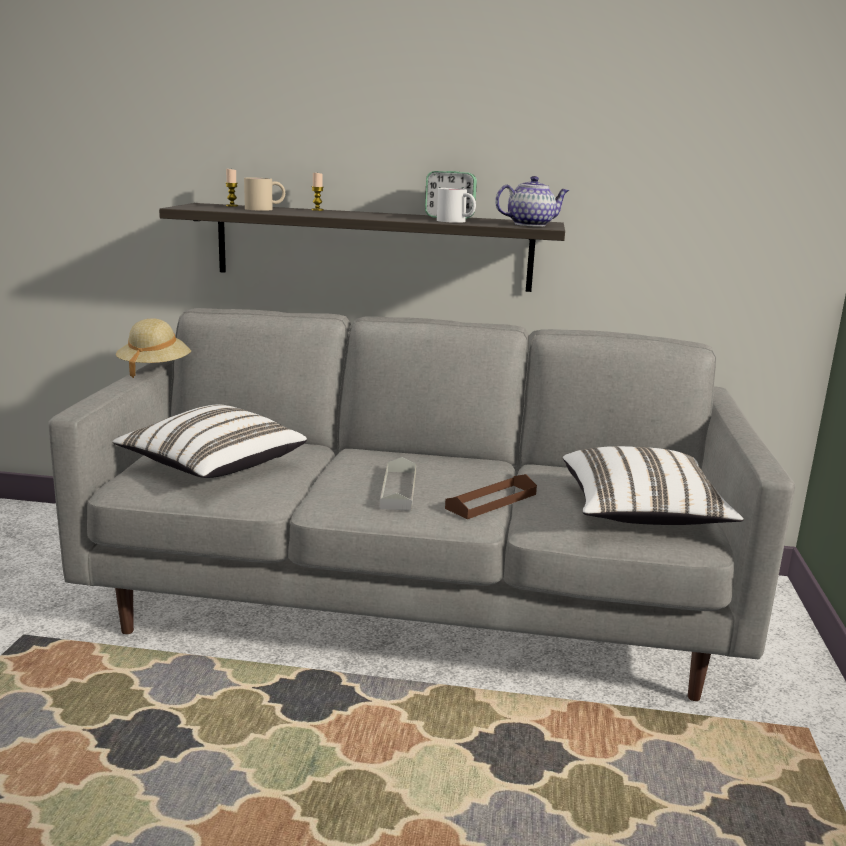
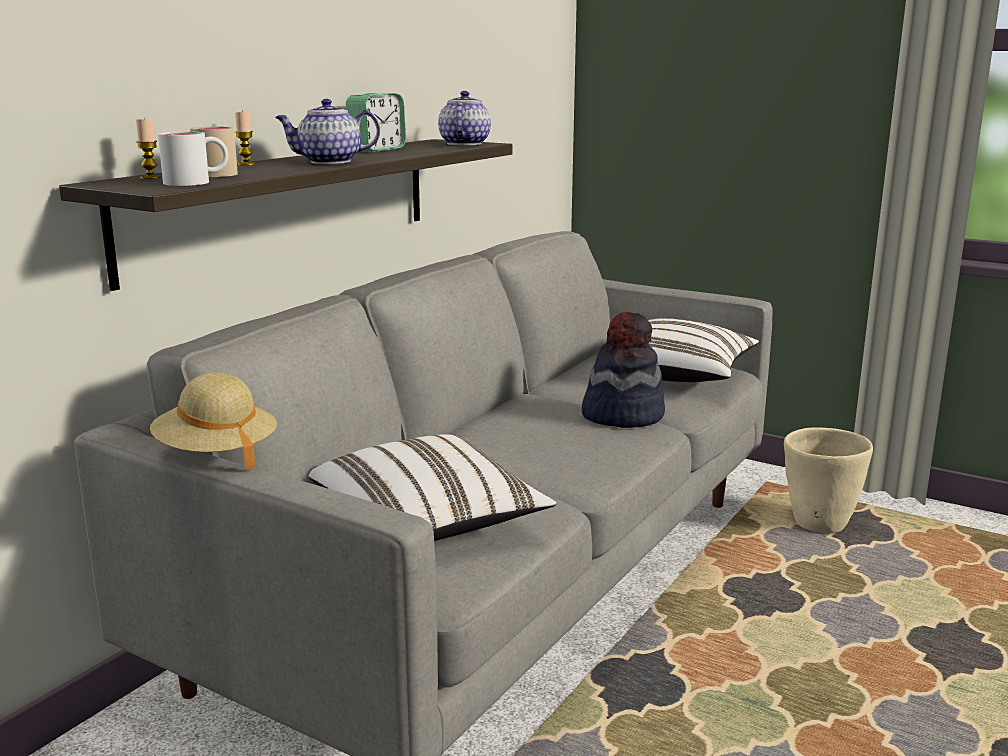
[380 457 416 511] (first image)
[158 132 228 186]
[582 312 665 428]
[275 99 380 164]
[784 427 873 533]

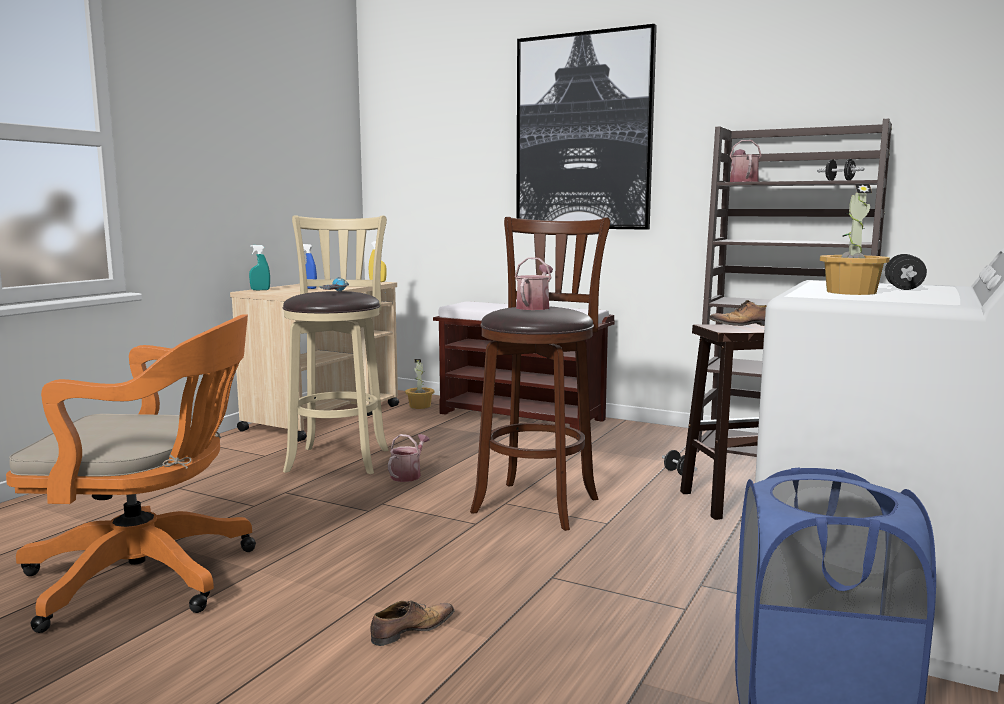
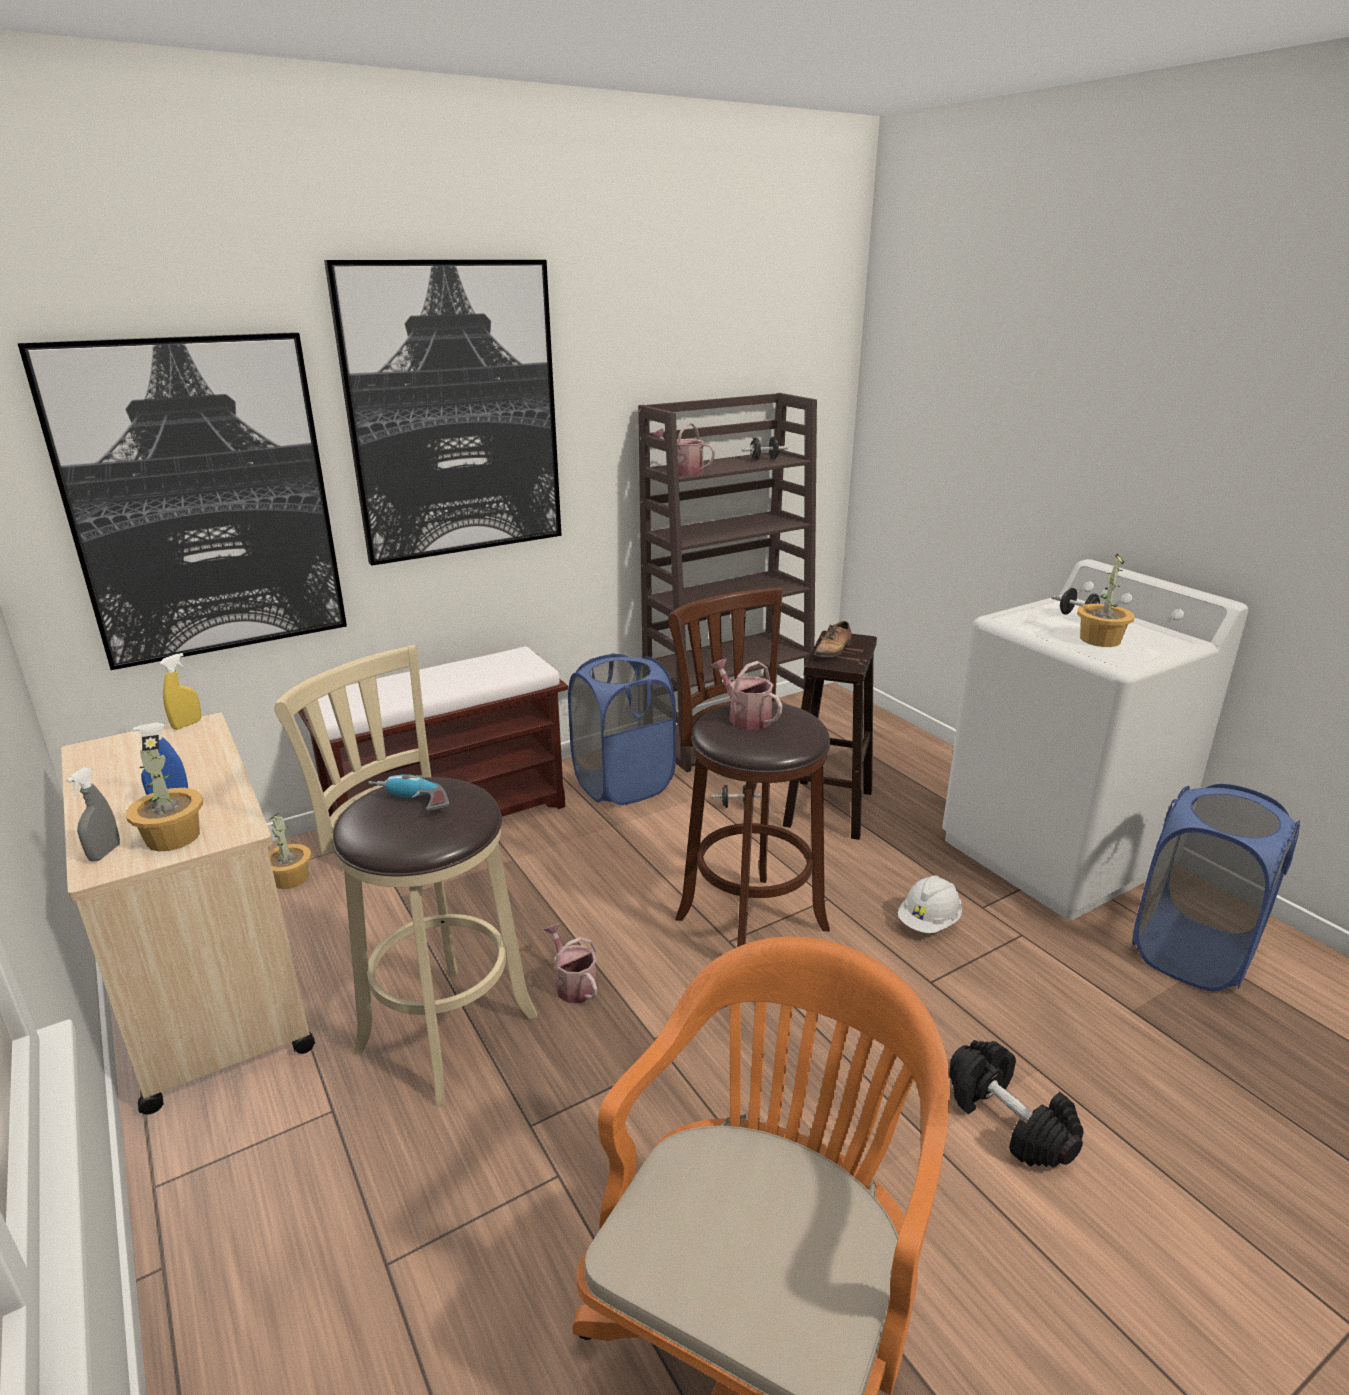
[66 768 120 862]
[949 1040 1084 1168]
[18 332 347 670]
[126 735 203 851]
[568 653 676 805]
[898 876 962 933]

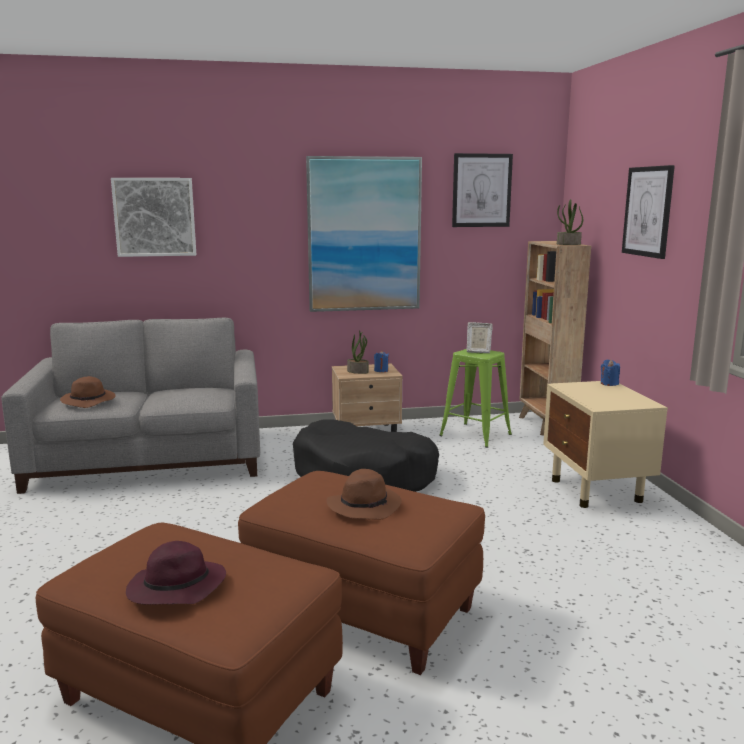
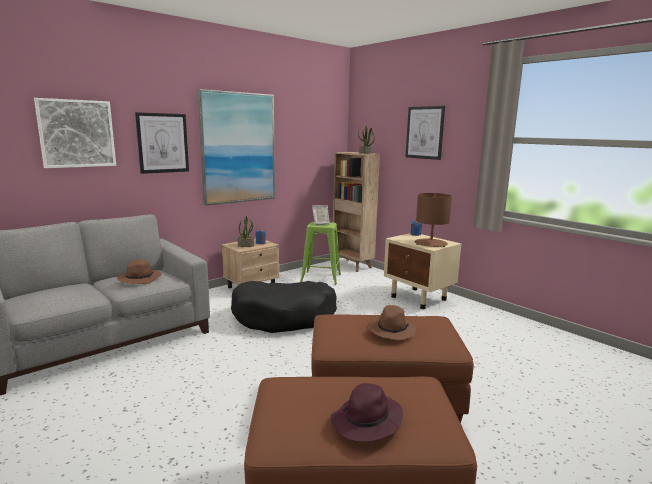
[117 259 161 284]
[135 112 189 174]
[415 193 452 247]

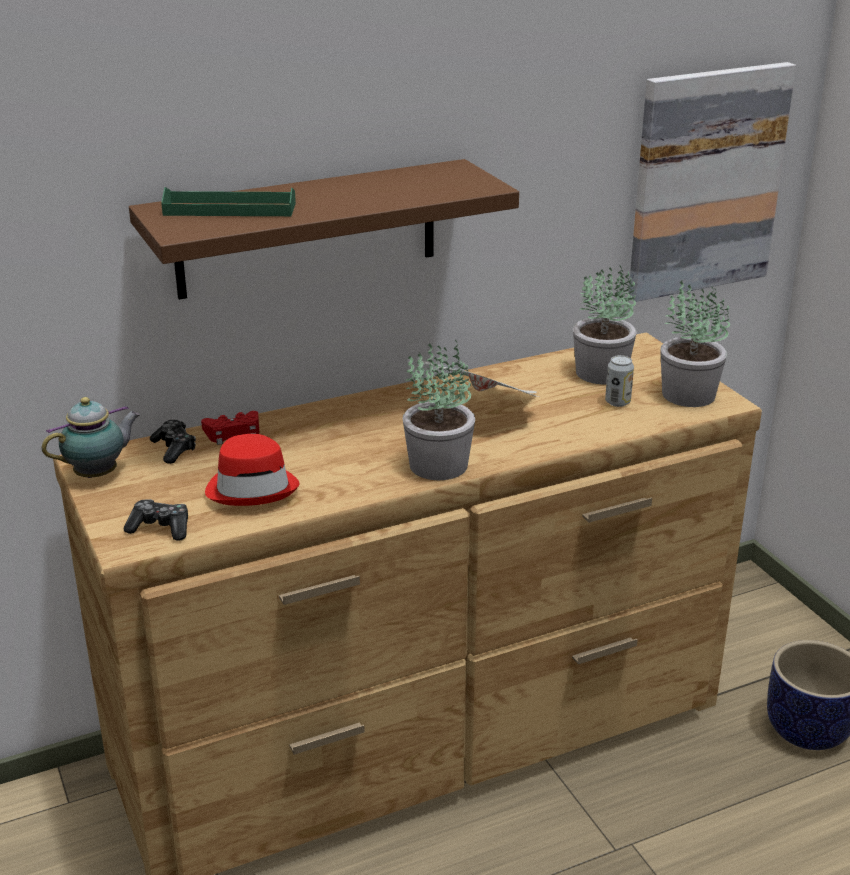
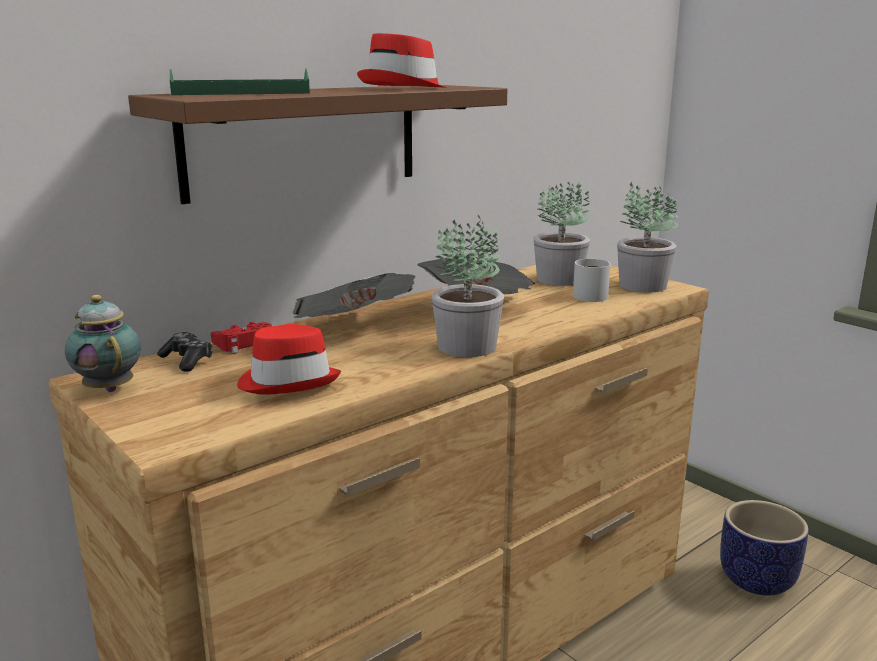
[65 295 141 392]
[124 499 188 541] (first image)
[573 259 611 302]
[629 62 796 302] (first image)
[293 273 416 318]
[357 33 449 88]

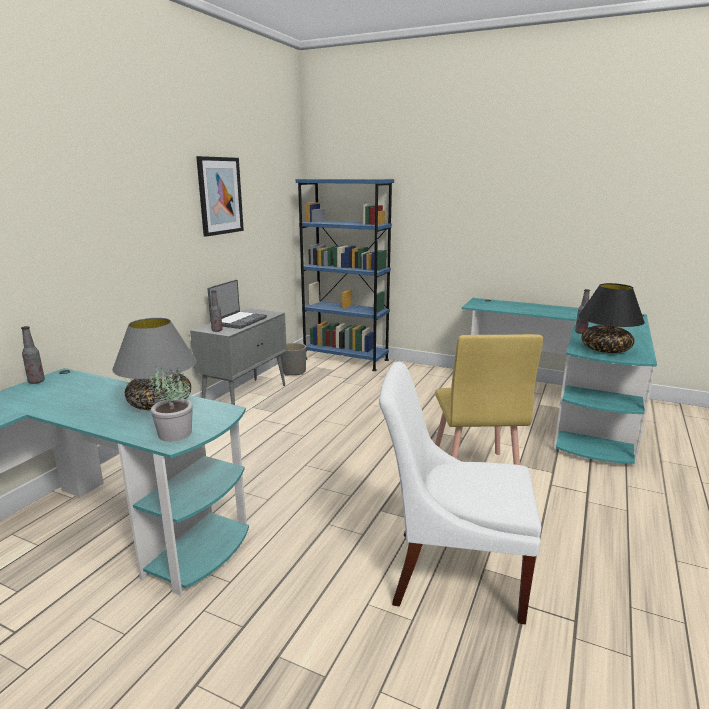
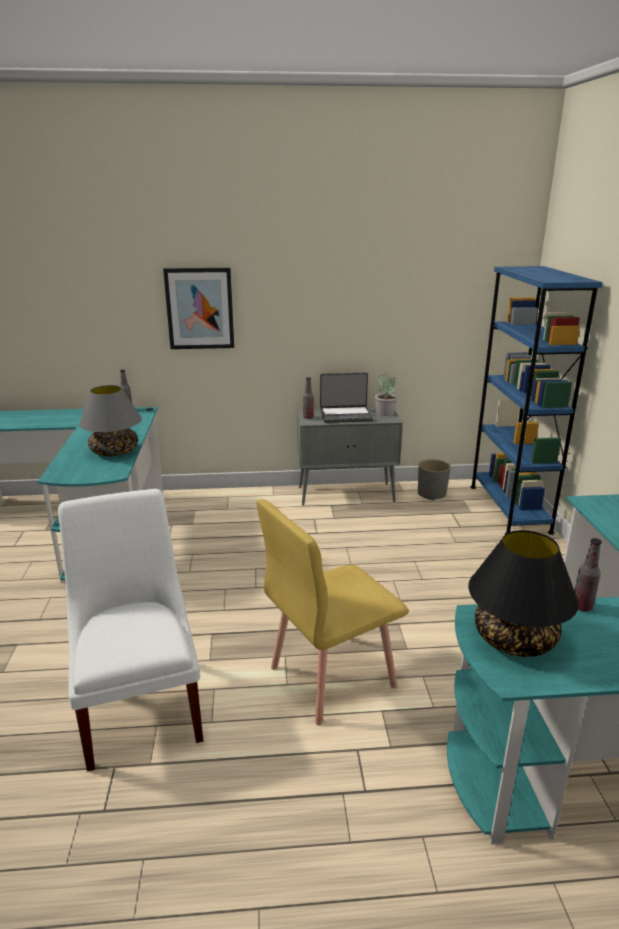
[375 372 397 416]
[163 268 234 349]

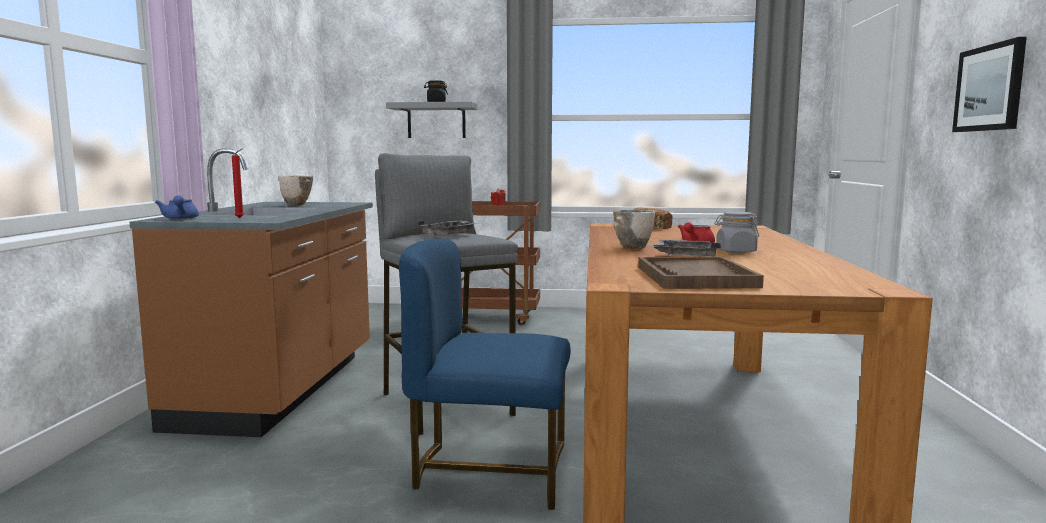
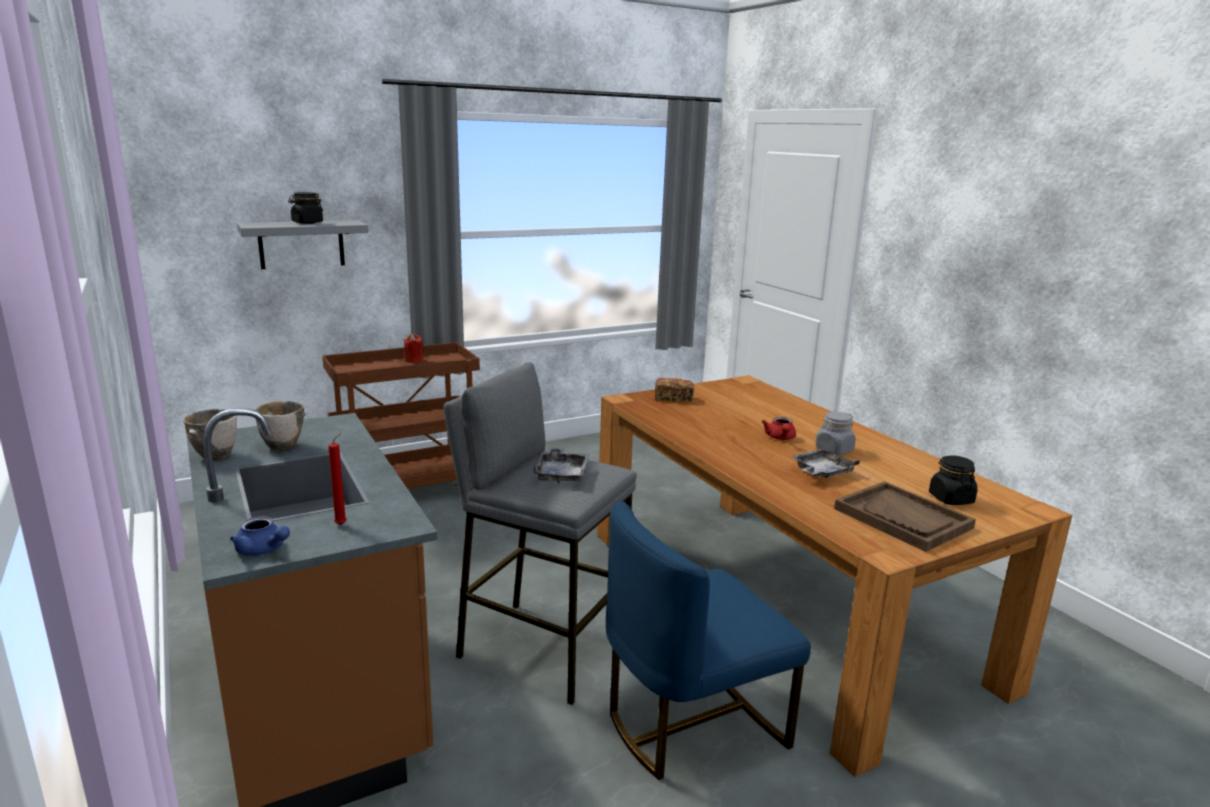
[183 409 237 460]
[952 37 1027 132] (first image)
[929 455 978 505]

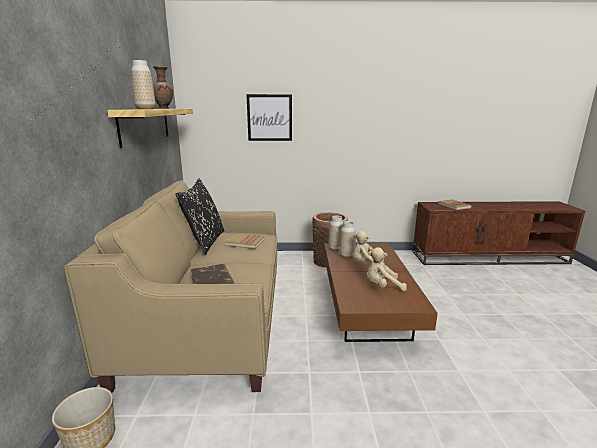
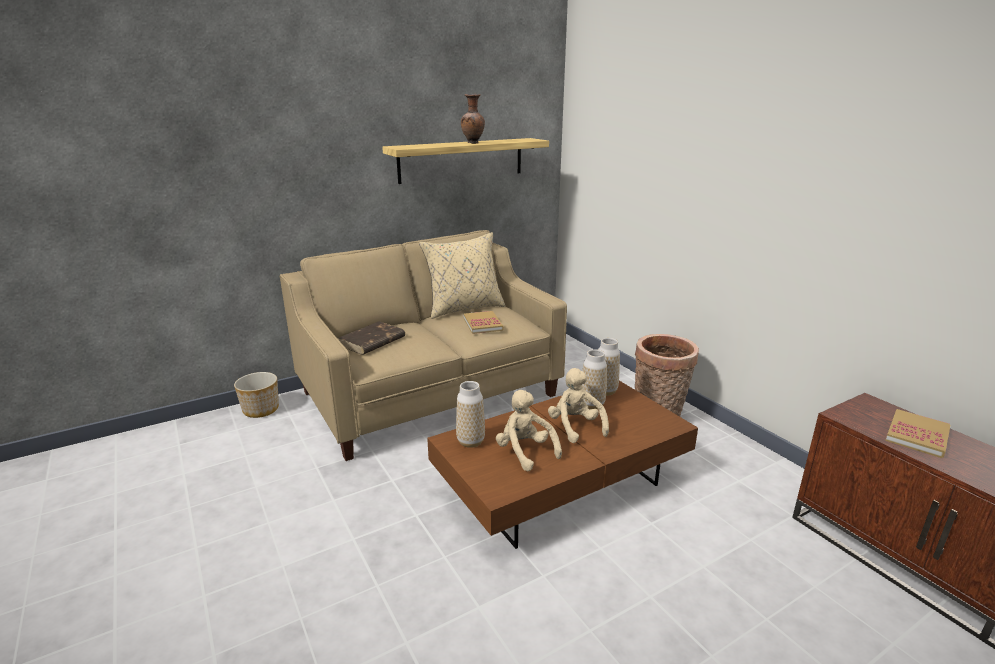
[456 381 485 448]
[419 232 505 319]
[246 94 292 141] (first image)

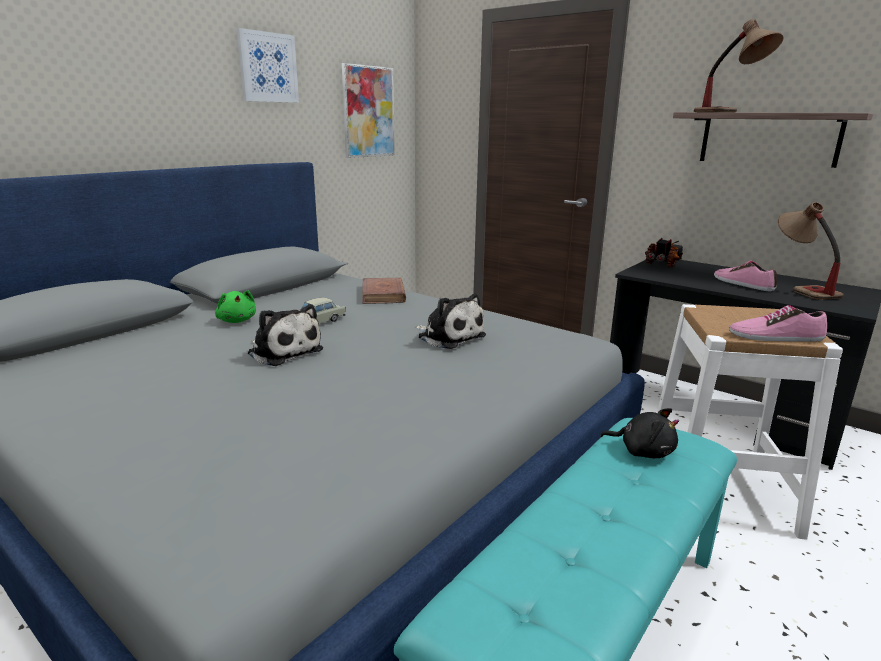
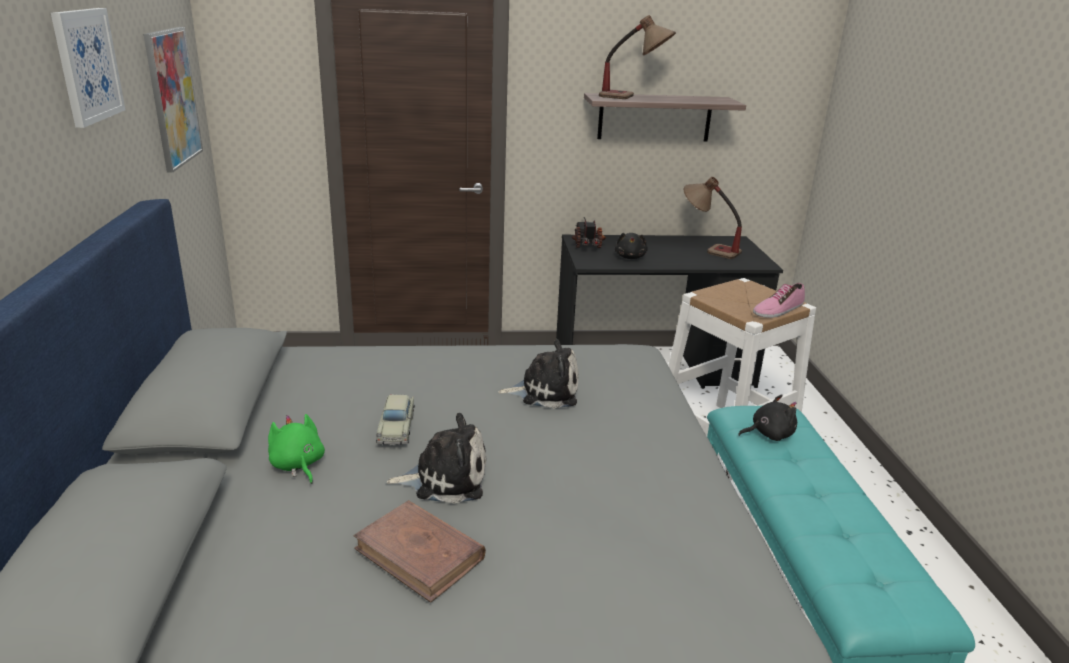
[268 414 325 484]
[353 500 486 603]
[714 261 777 291] (first image)
[615 233 648 259]

